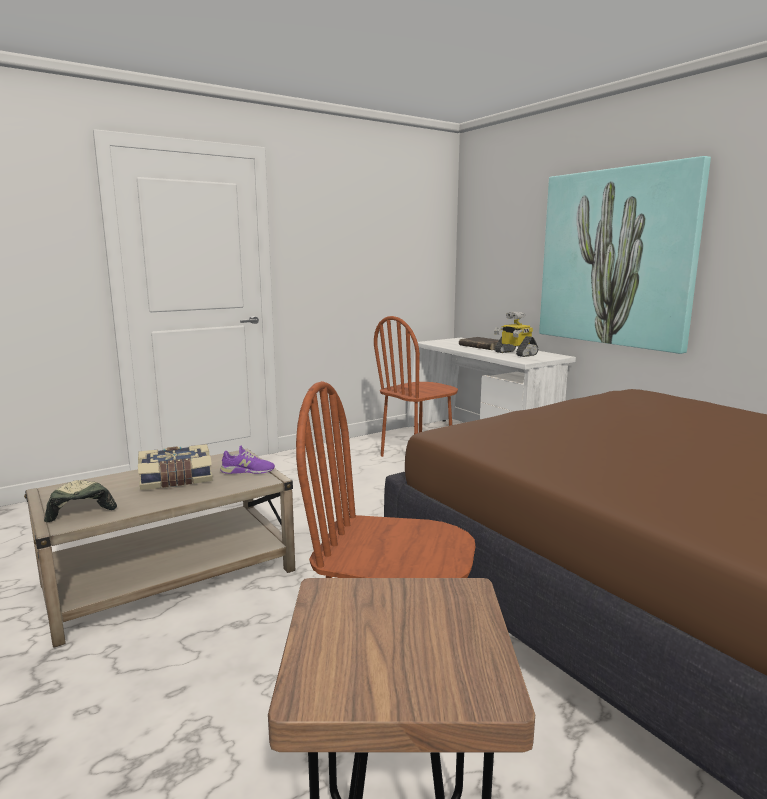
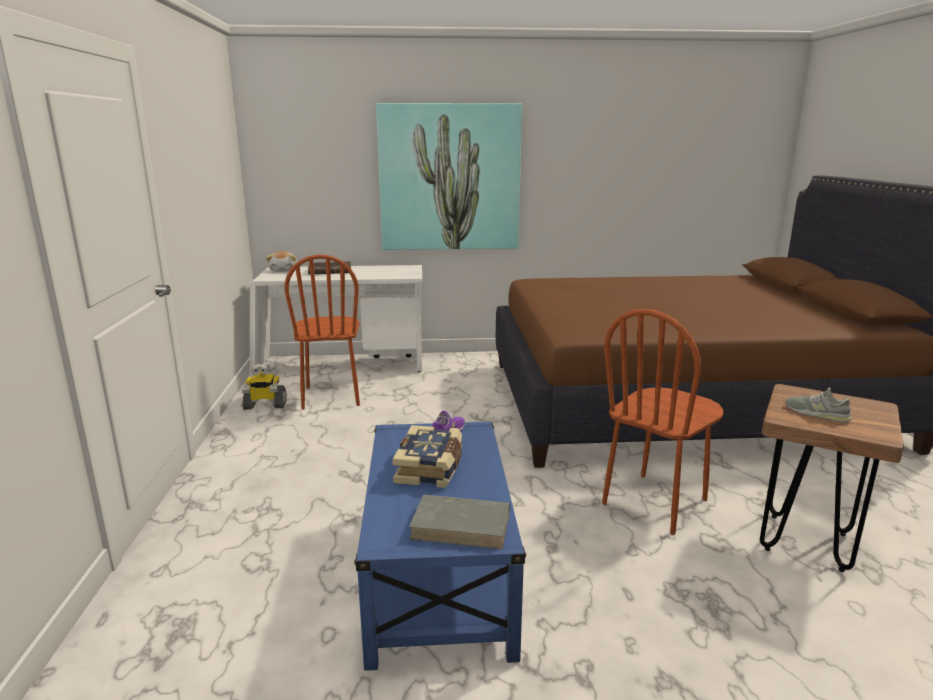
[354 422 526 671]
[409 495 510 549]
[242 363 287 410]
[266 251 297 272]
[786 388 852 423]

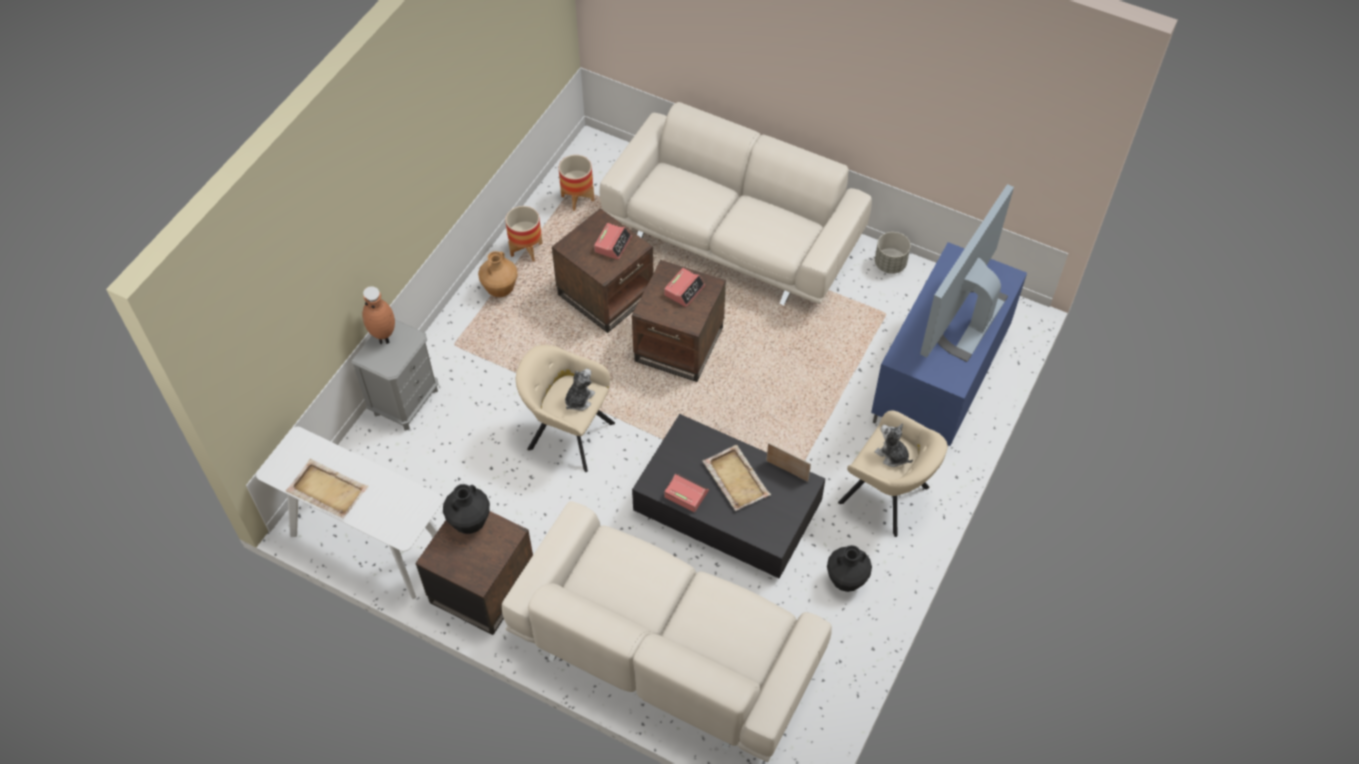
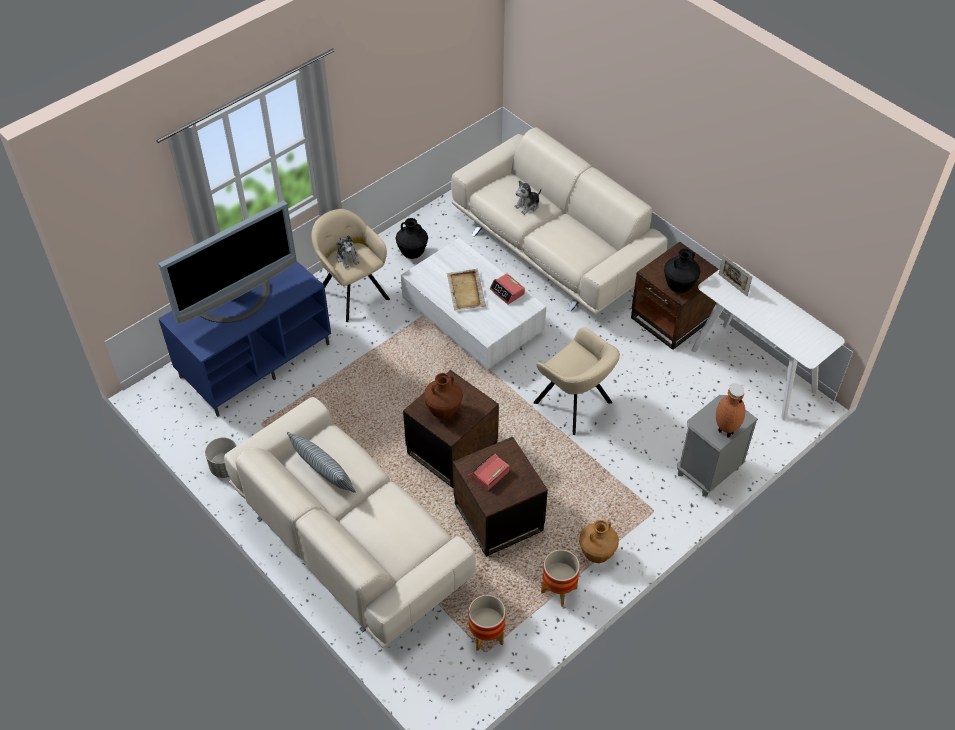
[286 459 368 519] (first image)
[514 180 541 215]
[401 238 546 370]
[424 373 463 419]
[719 255 752 296]
[287 432 356 493]

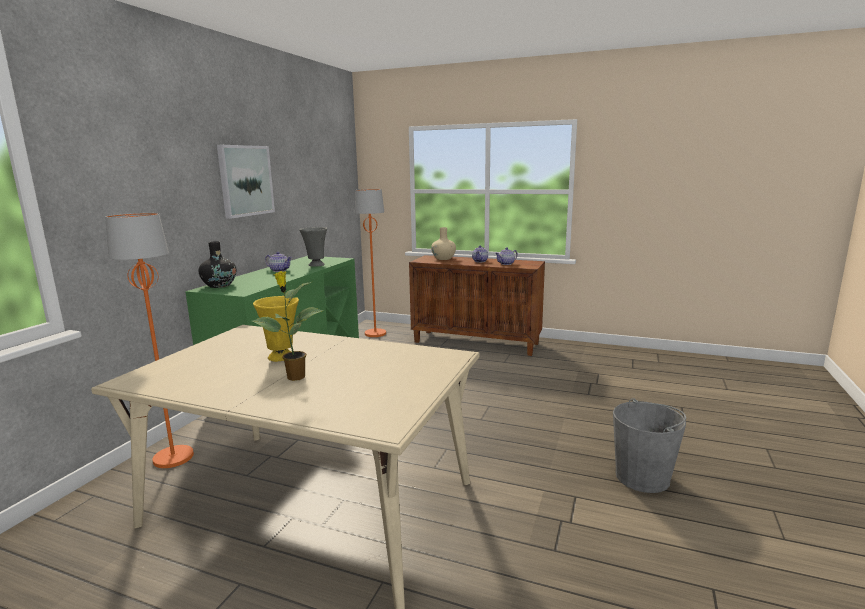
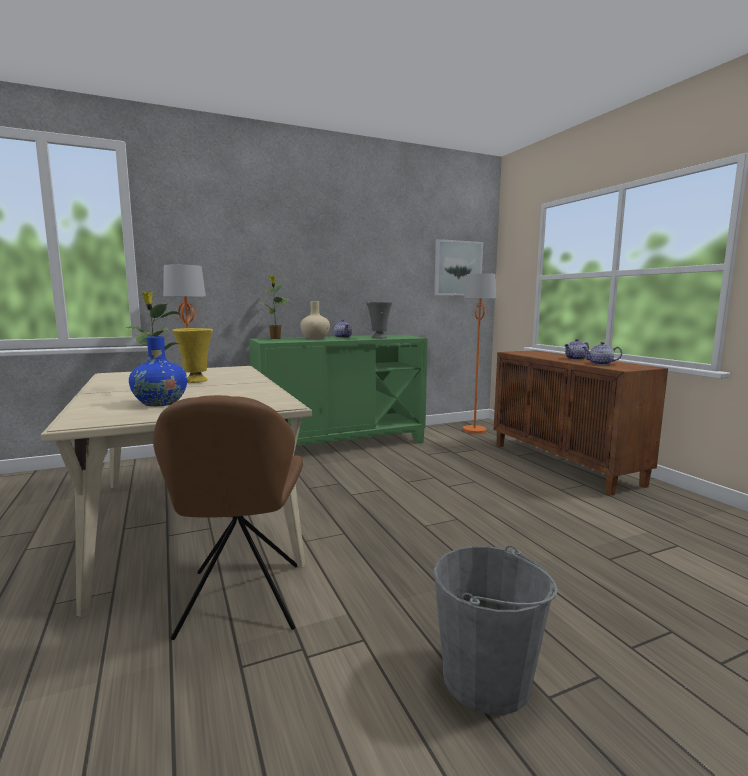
[258 276 289 339]
[434 239 483 295]
[300 301 330 339]
[129 336 187 406]
[153 395 303 640]

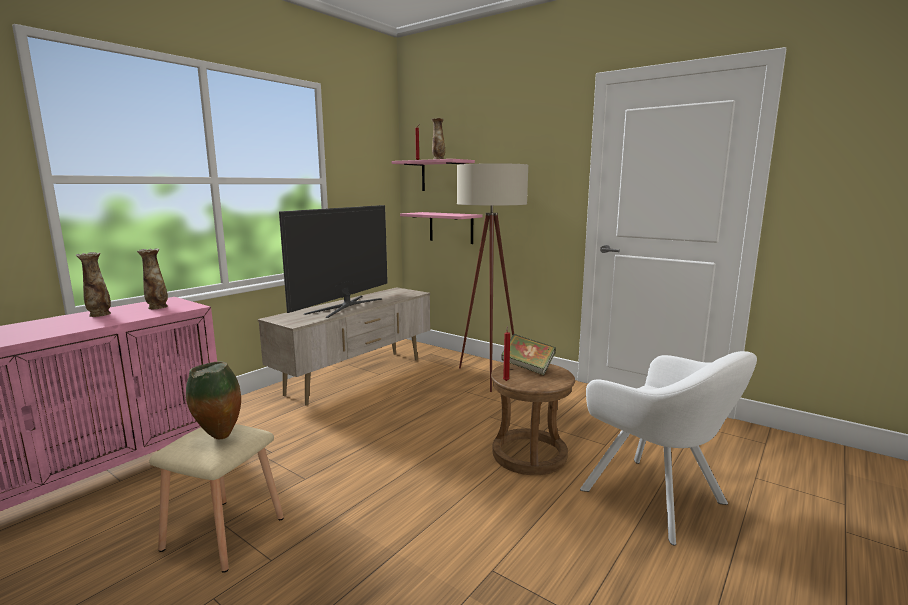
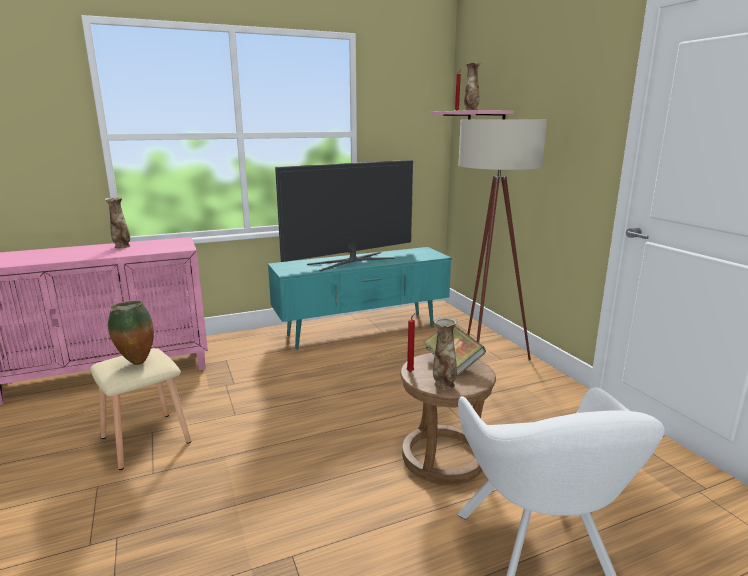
[433 317 457 390]
[268 247 452 349]
[400 212 483 244] (first image)

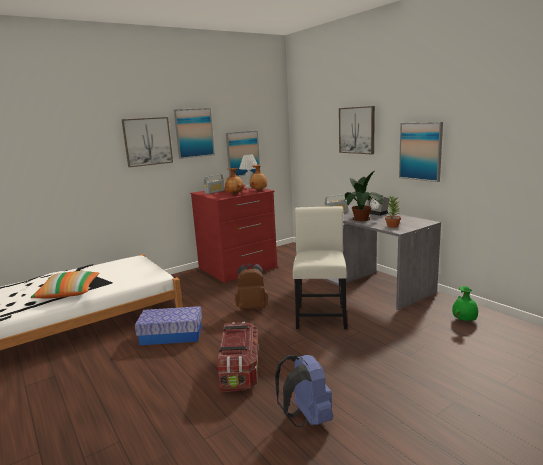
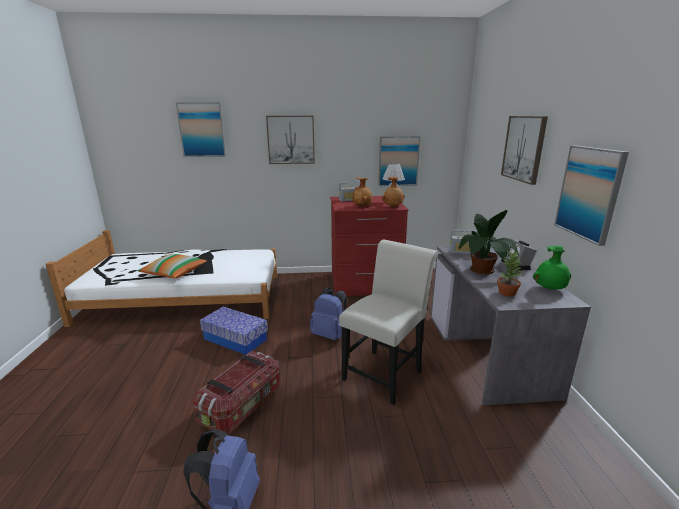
[176 102 226 157]
[310 288 347 340]
[533 246 571 290]

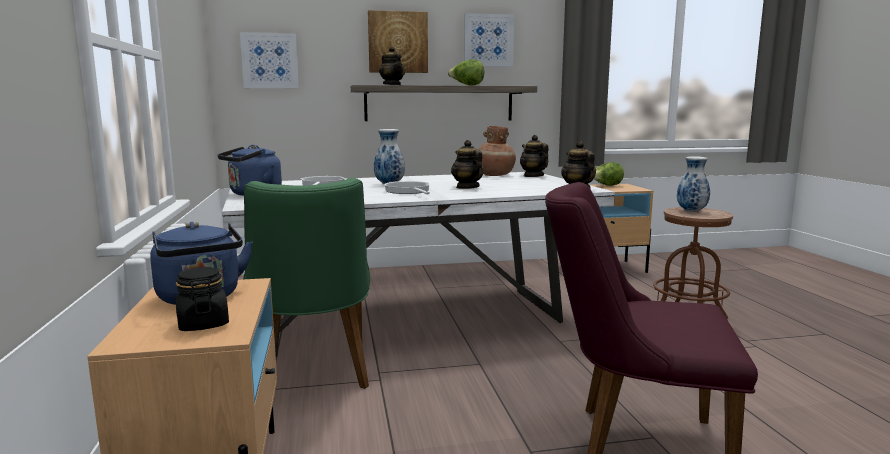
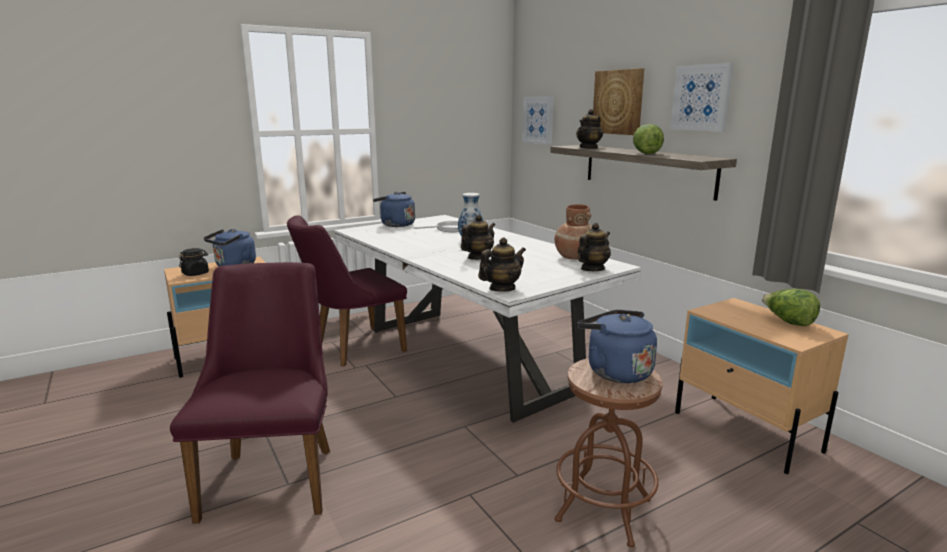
[287 215 407 366]
[384 181 430 195] (first image)
[578 310 657 383]

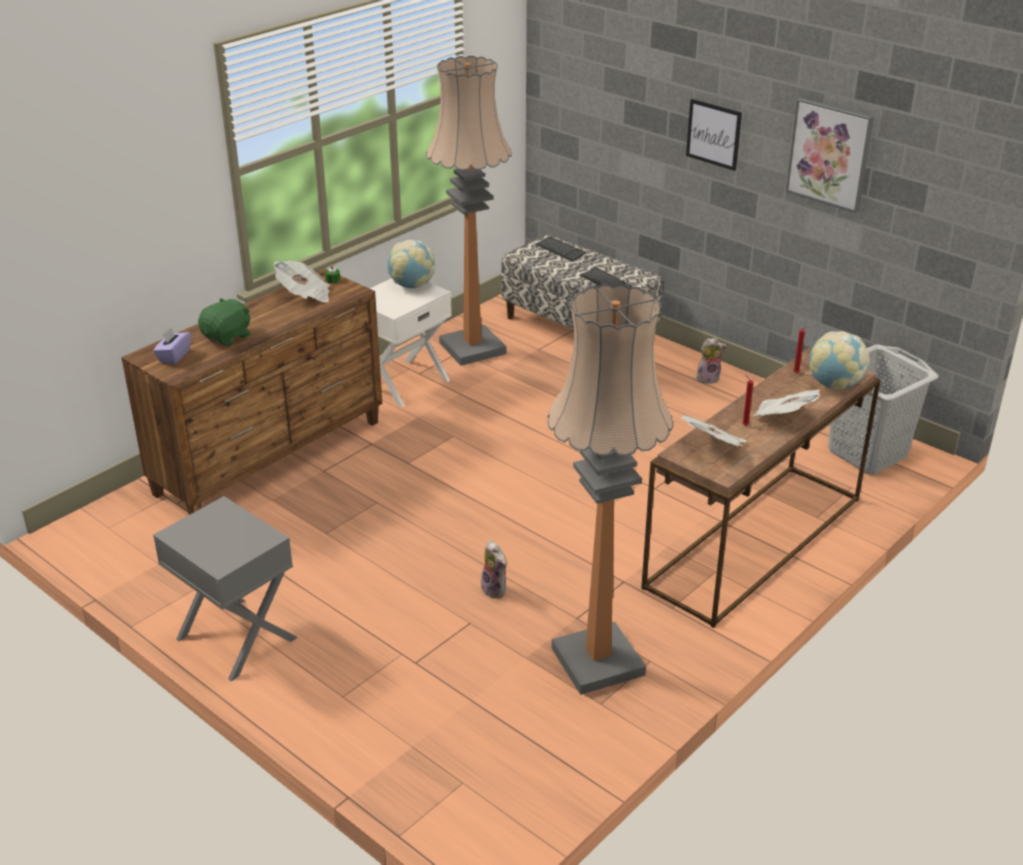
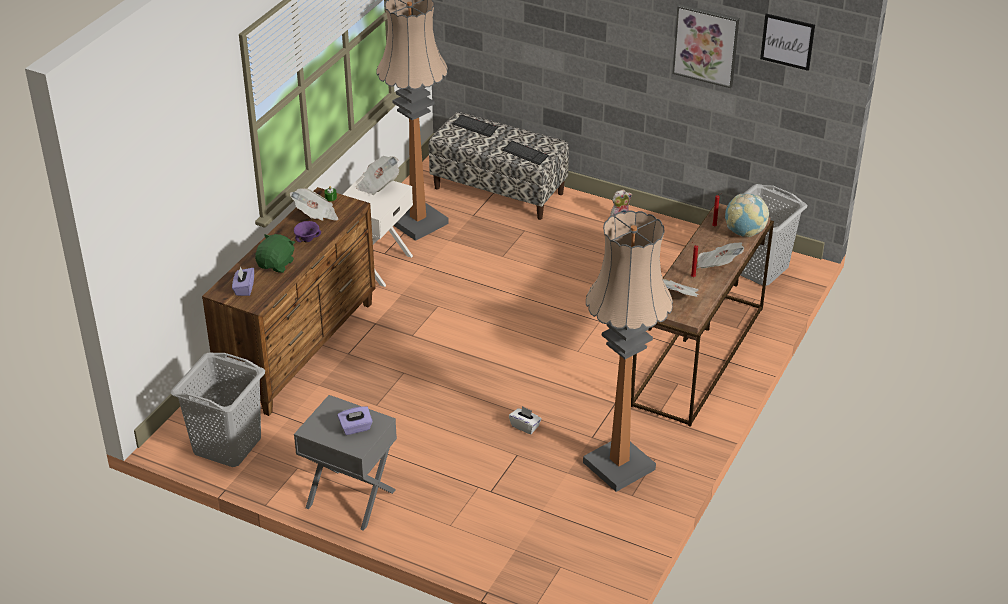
[356 156 399 195]
[509 406 542 434]
[760 14 815 71]
[171 352 265 467]
[294 221 321 243]
[337 406 373 435]

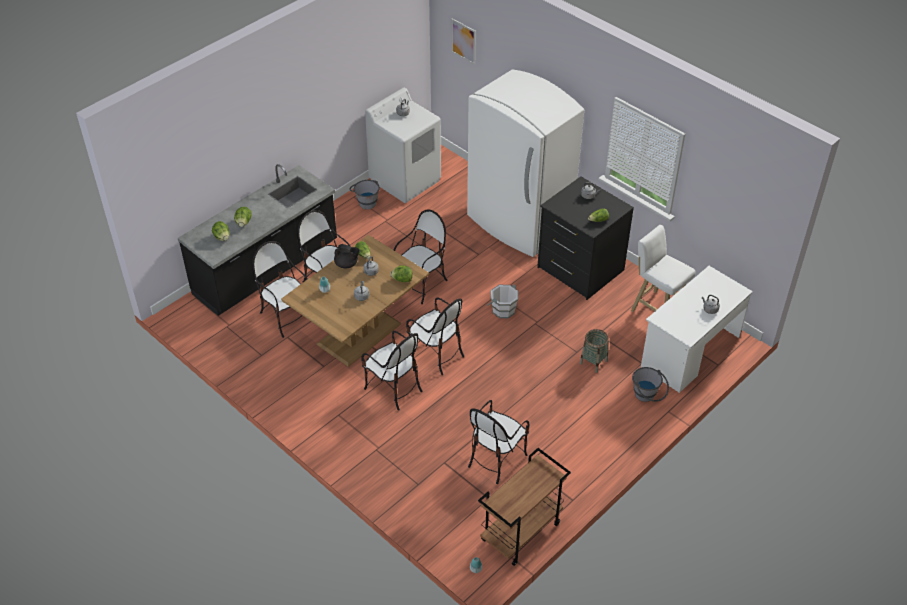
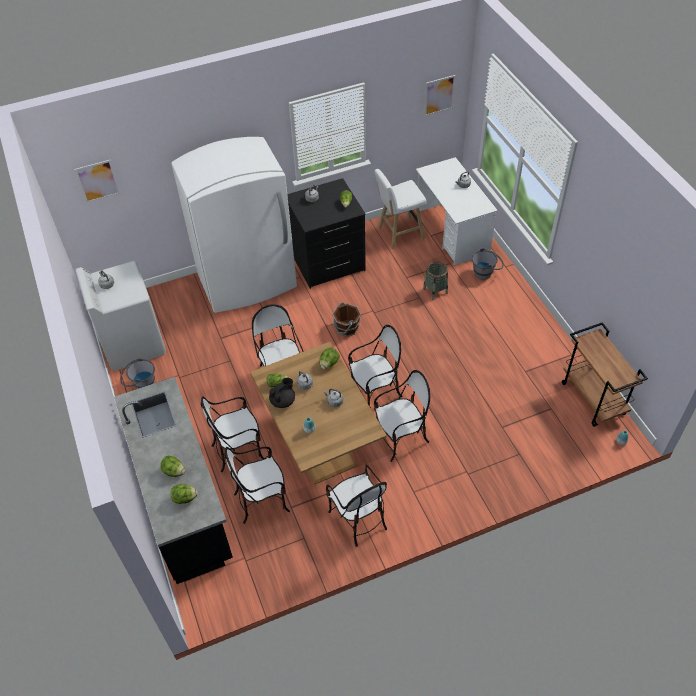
[326 464 387 547]
[332 302 361 337]
[424 75 456 116]

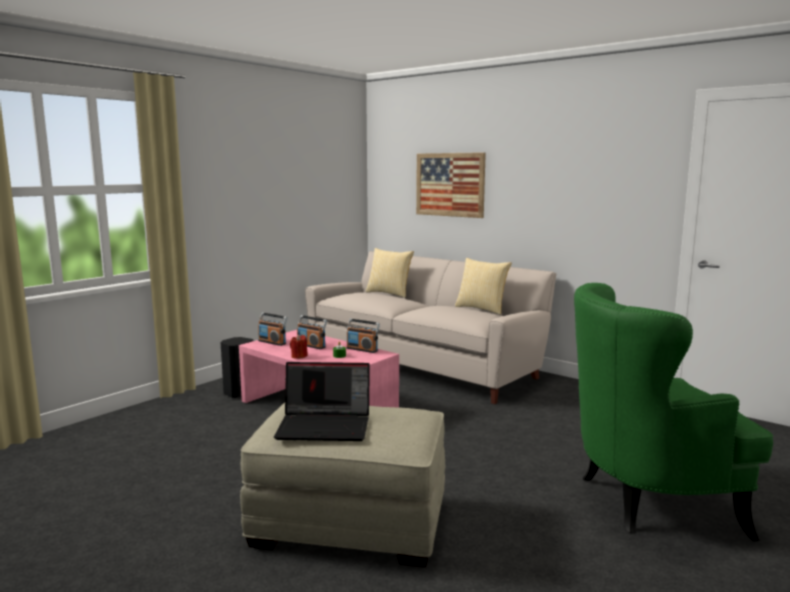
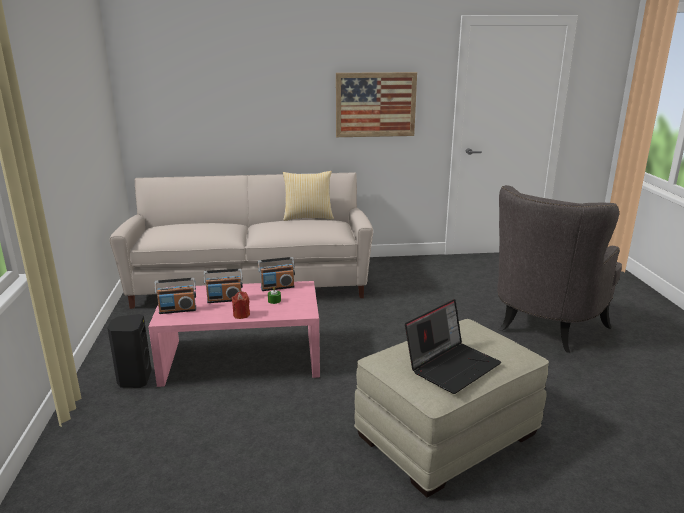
[366 248 414 298] (first image)
[336 72 417 137]
[497 185 622 353]

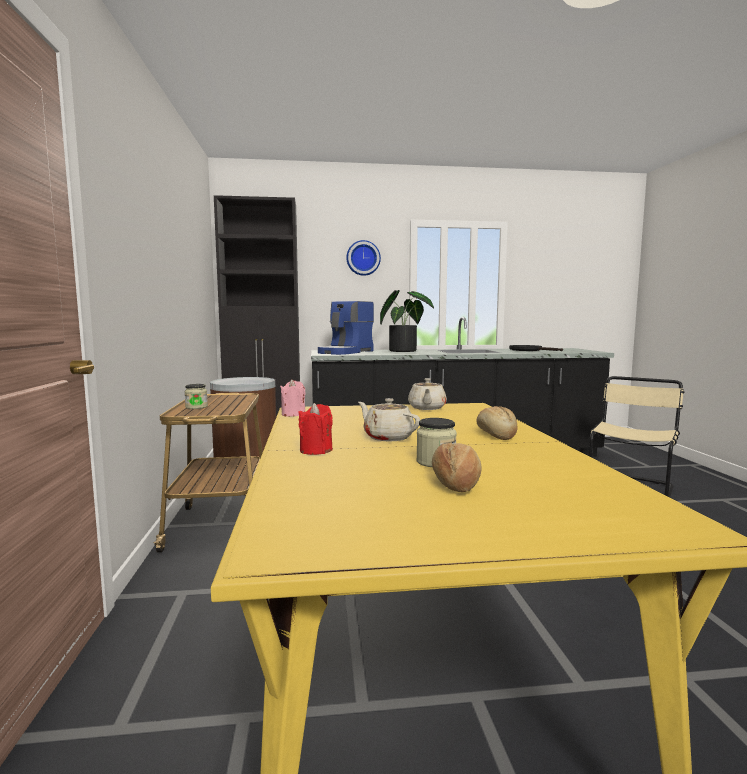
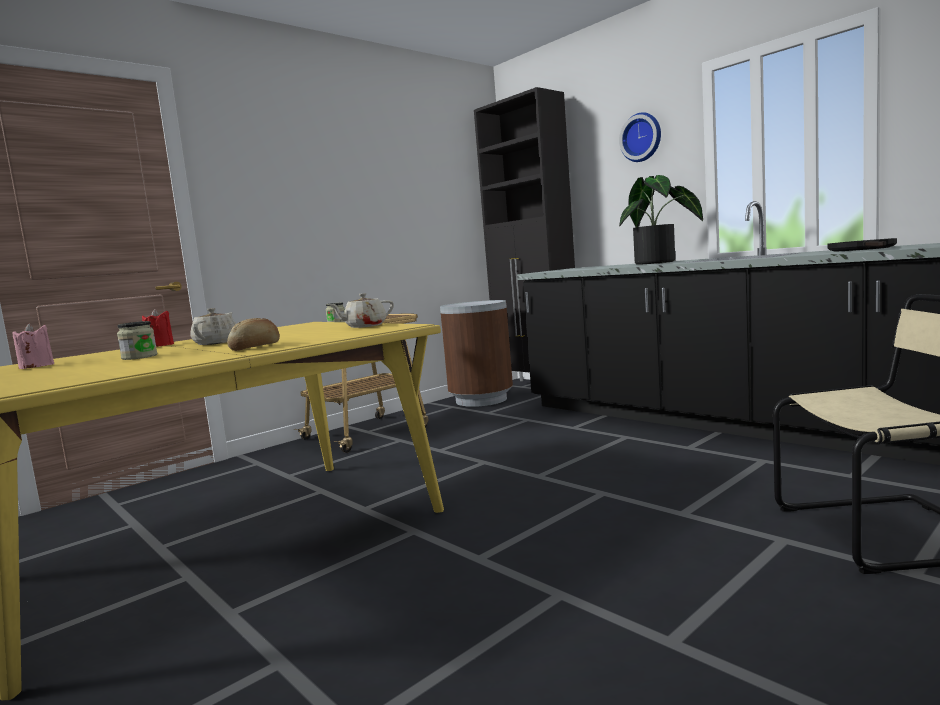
[13 323 54 369]
[318 301 374 355] (first image)
[432 442 481 492] (first image)

